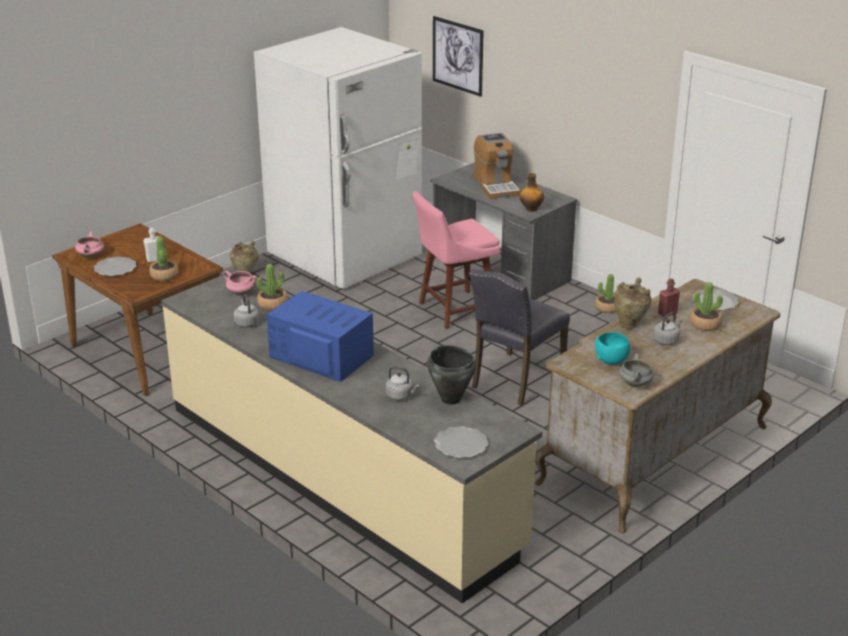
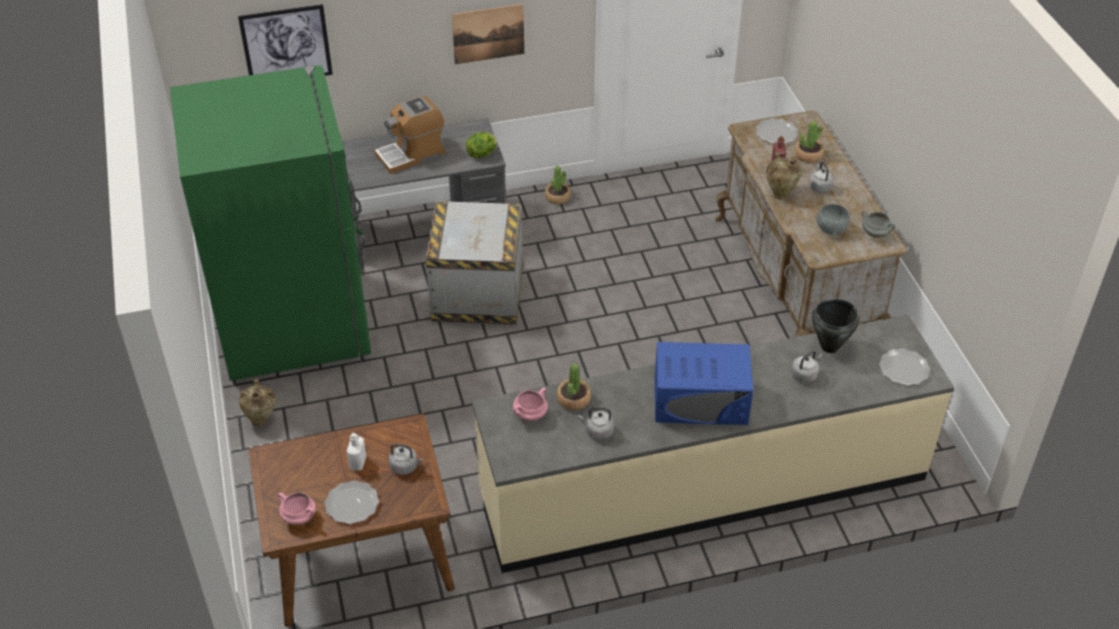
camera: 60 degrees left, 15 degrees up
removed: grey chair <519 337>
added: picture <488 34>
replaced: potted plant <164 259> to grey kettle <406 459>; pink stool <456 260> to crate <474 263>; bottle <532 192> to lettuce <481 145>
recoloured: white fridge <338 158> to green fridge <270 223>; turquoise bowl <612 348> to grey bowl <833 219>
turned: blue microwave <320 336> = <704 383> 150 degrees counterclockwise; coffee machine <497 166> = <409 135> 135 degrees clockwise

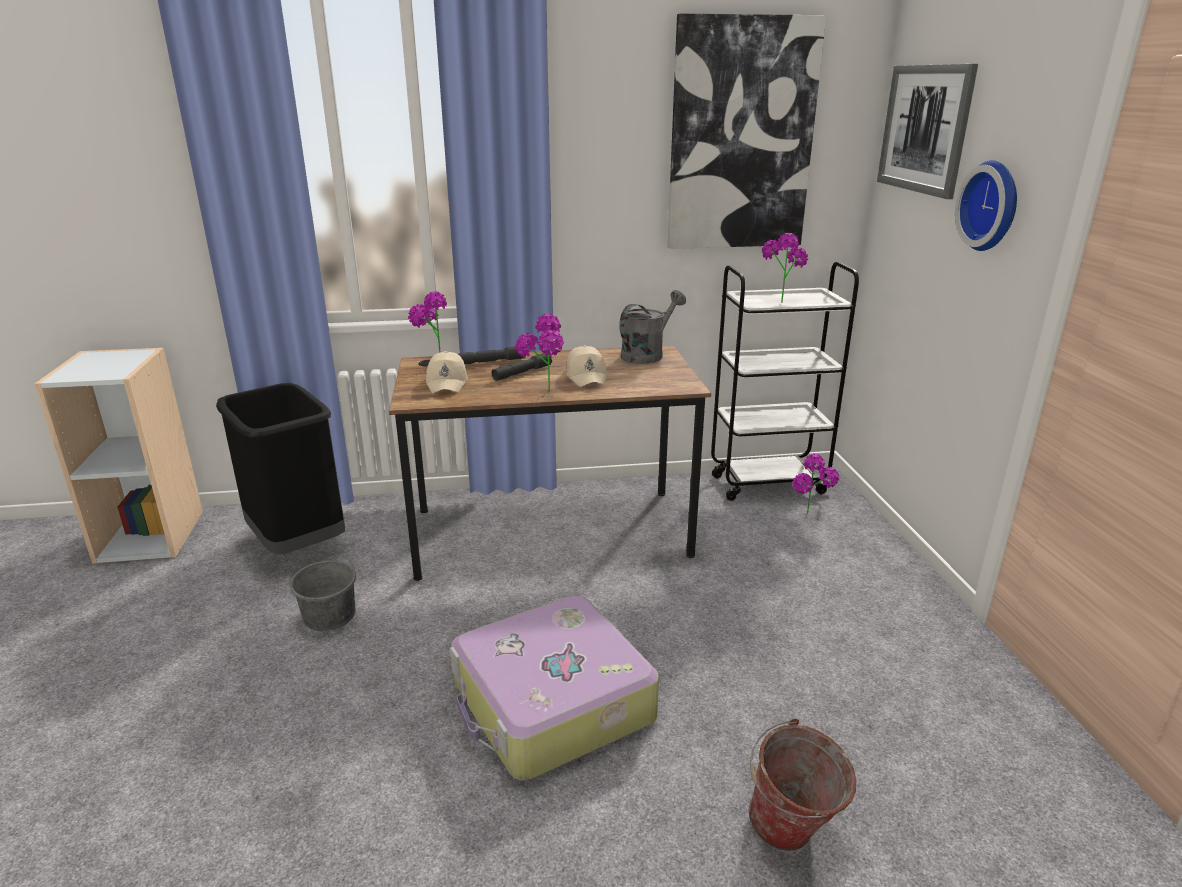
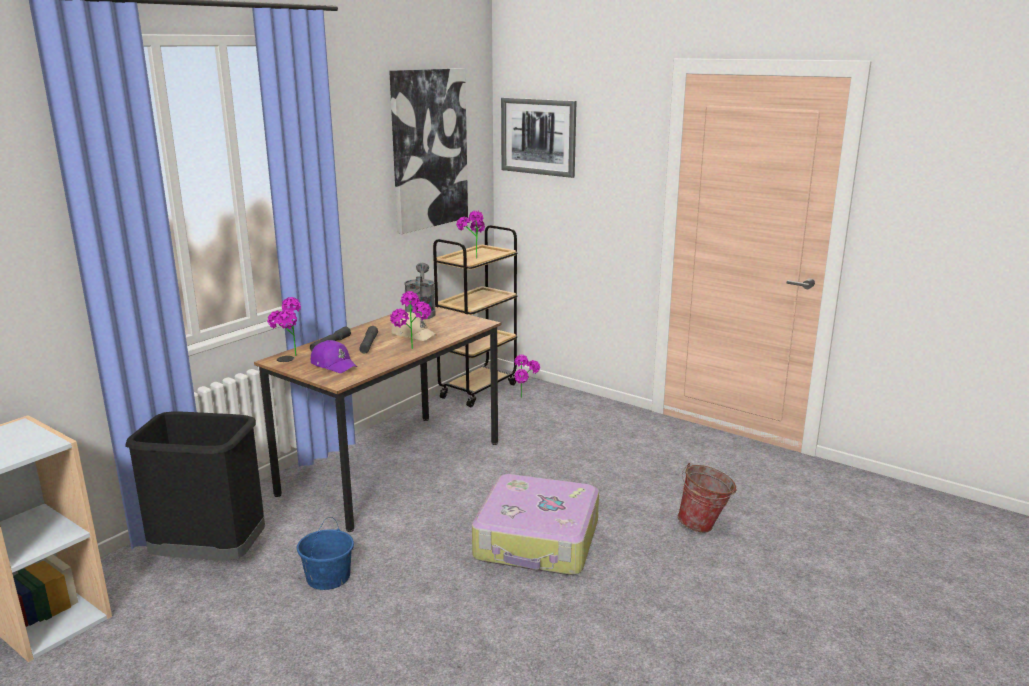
camera: 45 degrees left, 5 degrees down
removed: wall clock <986 205>
recoloured: grey bucket <323 590> to blue bucket <325 553>; beige cap <447 372> to purple cap <334 356>; white cart <785 381> to brown cart <475 316>

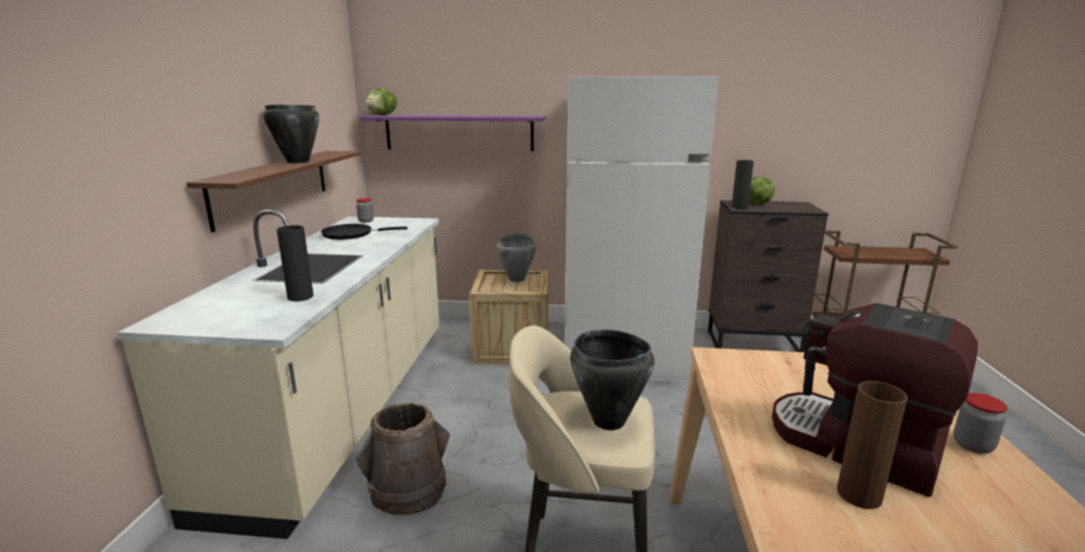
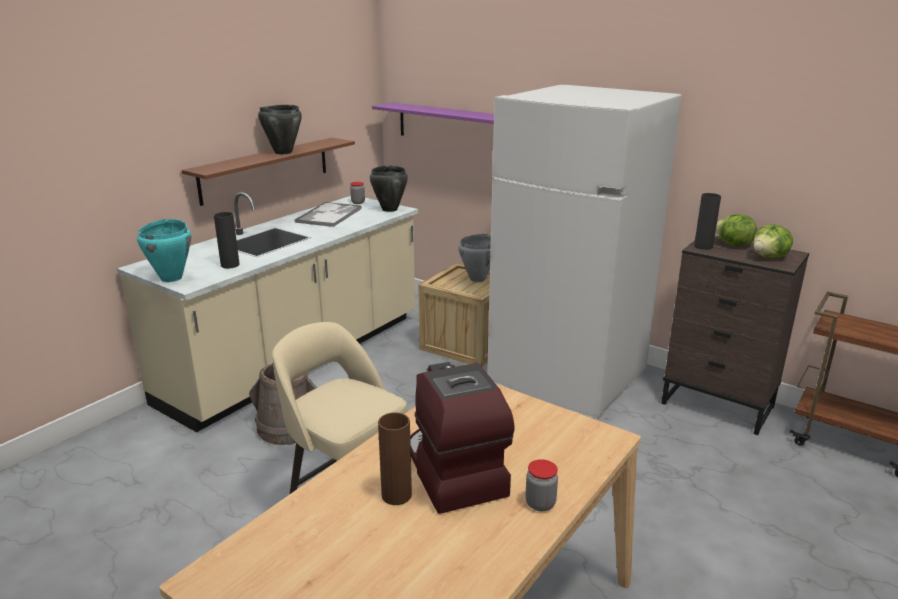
camera: 30 degrees right, 5 degrees up
added: turquoise cooking pot <164 250>
moved: lettuce <381 102> to <773 241>; black cooking pot <612 379> to <389 188>
replaced: black frying pan <364 232> to tray <328 214>

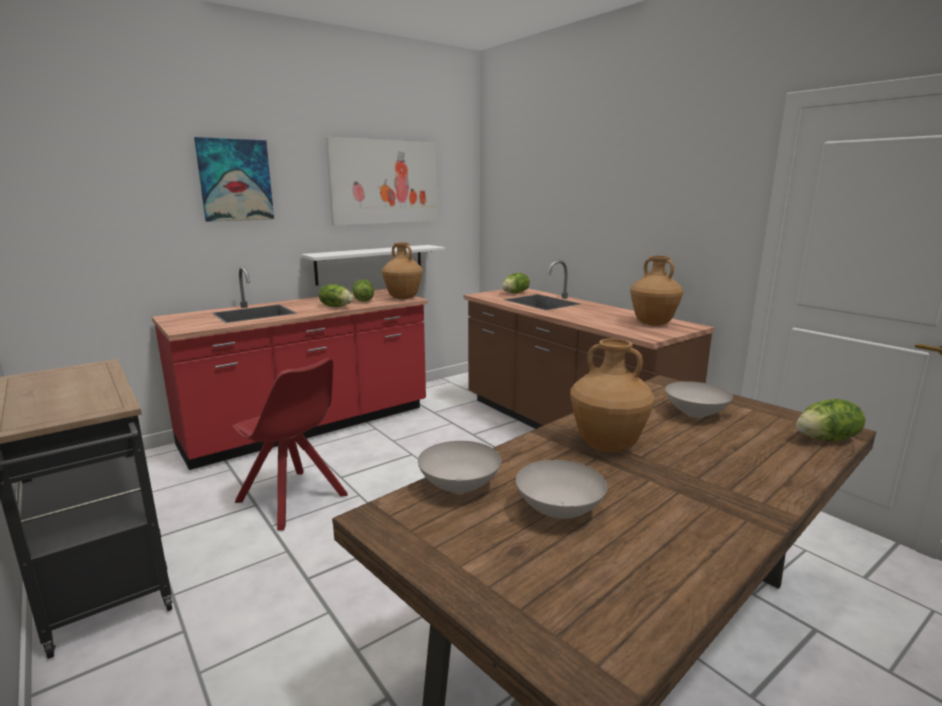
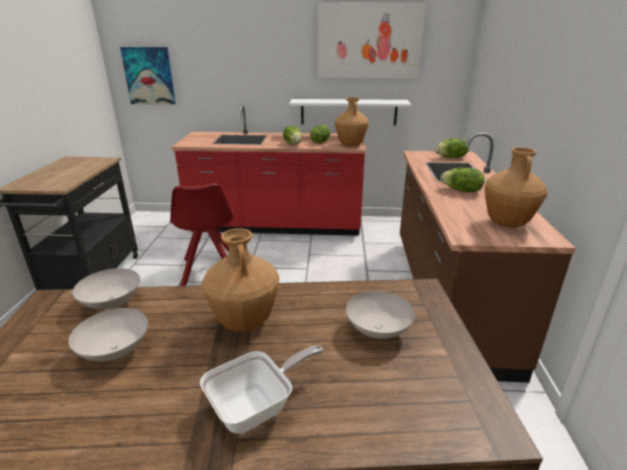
camera: 40 degrees right, 10 degrees up
added: frying pan <261 389>
moved: picture <234 179> to <148 76>; lettuce <831 420> to <462 179>

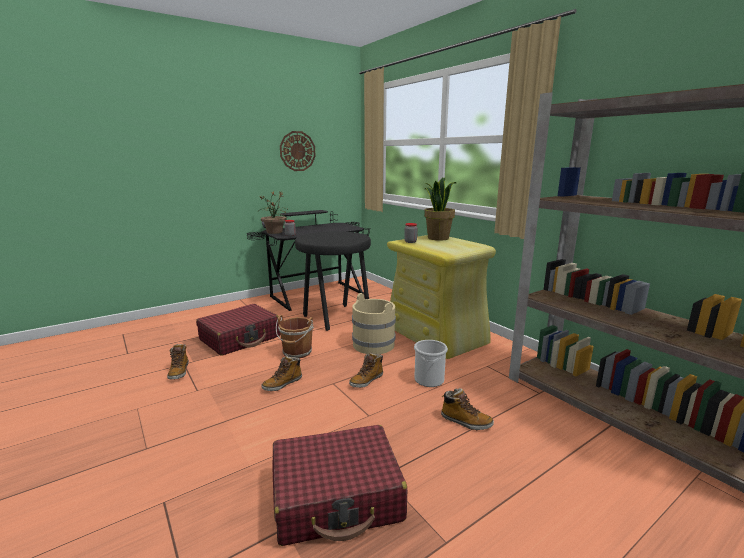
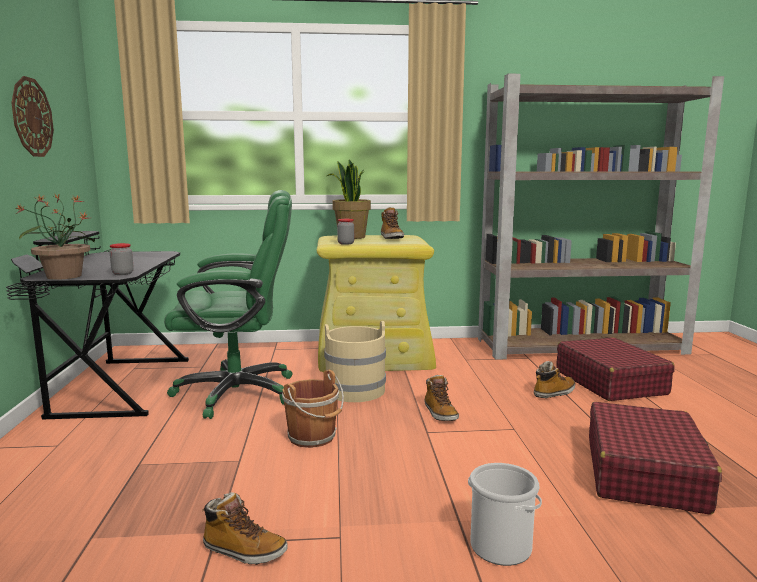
camera: 60 degrees left, 5 degrees down
moved: red suitcase <238 330> to <615 369>; boot <281 373> to <392 223>; bucket <431 363> to <505 514>
replaced: black stool <333 281> to green office chair <228 304>

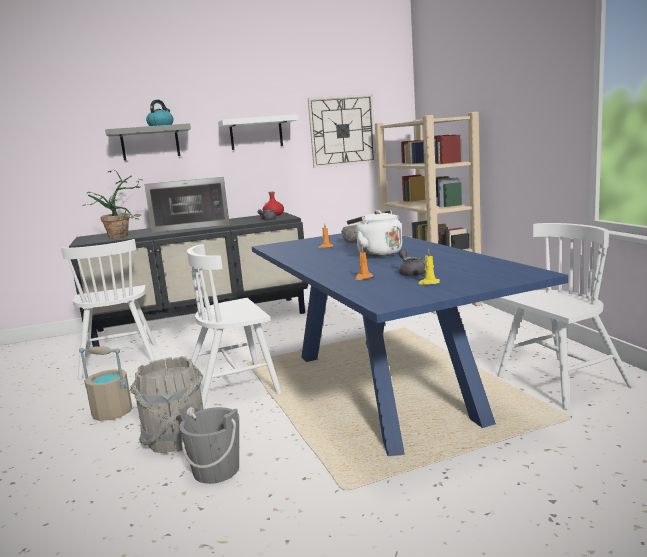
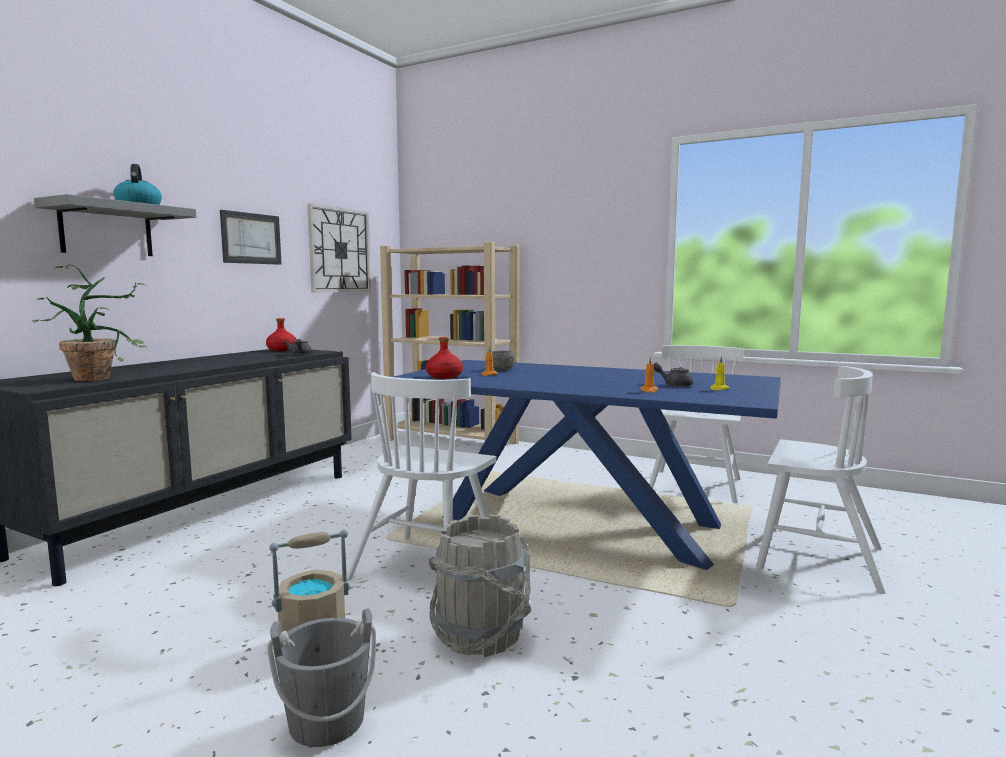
camera: 45 degrees left, 5 degrees down
removed: microwave <187 205>; white kettle <374 233>
added: red bottle <444 358>
moved: white chair <109 309> to <821 480>; grey bucket <209 442> to <321 677>
replaced: white shelf <258 132> to picture <251 237>

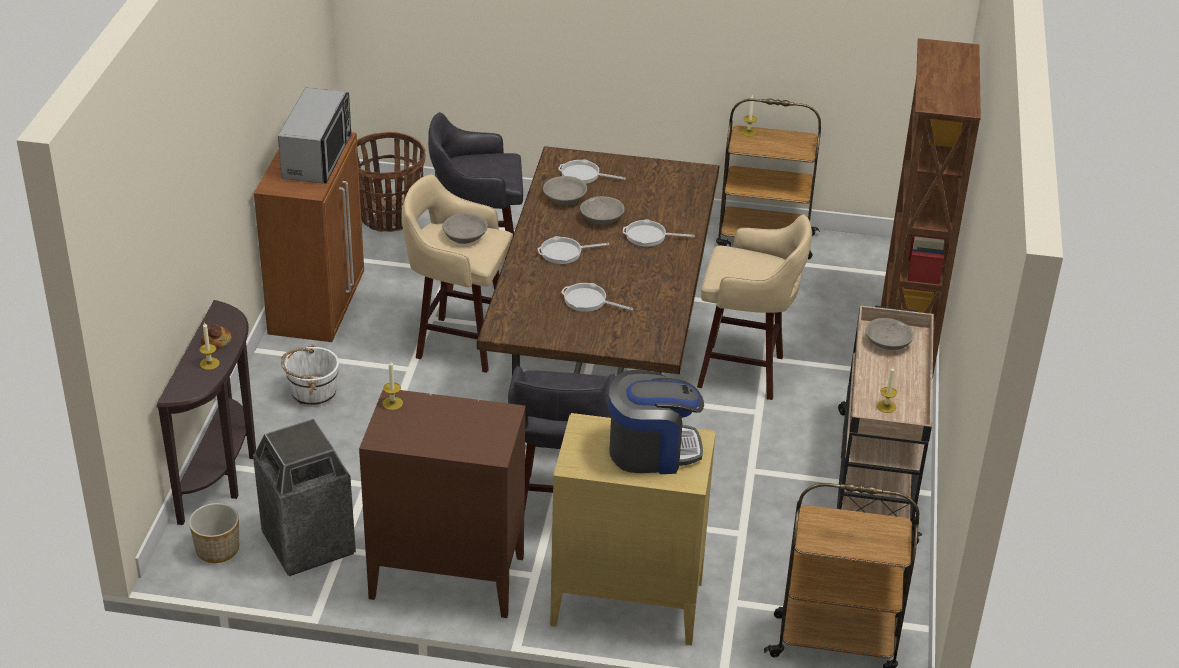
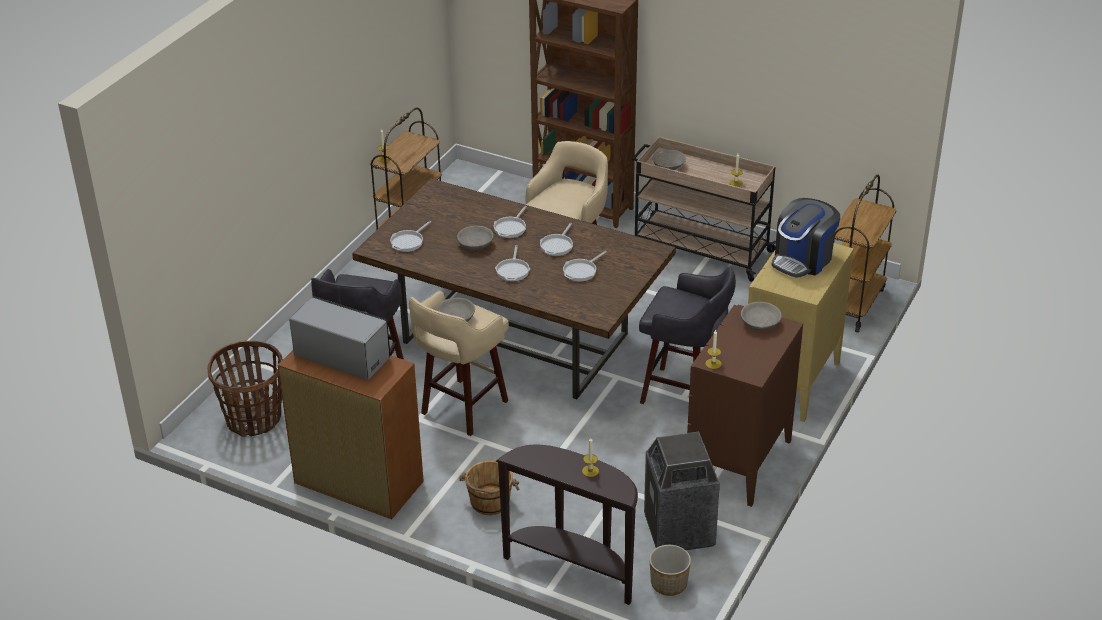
camera: 70 degrees left, 0 degrees up
removed: bread <216 337>
added: frying pan <556 239>
moved: grey bowl <565 190> to <761 316>
recoloured: white bucket <310 375> to brown bucket <489 488>
turned: coffee machine <656 422> = <805 238> 150 degrees counterclockwise

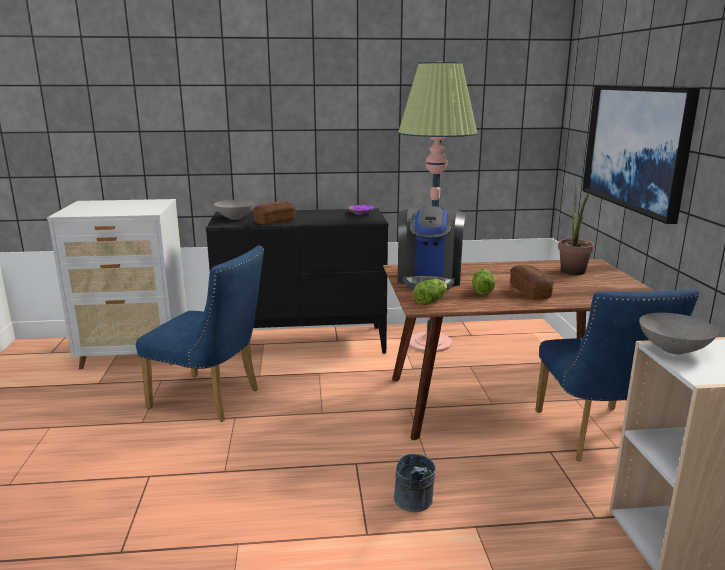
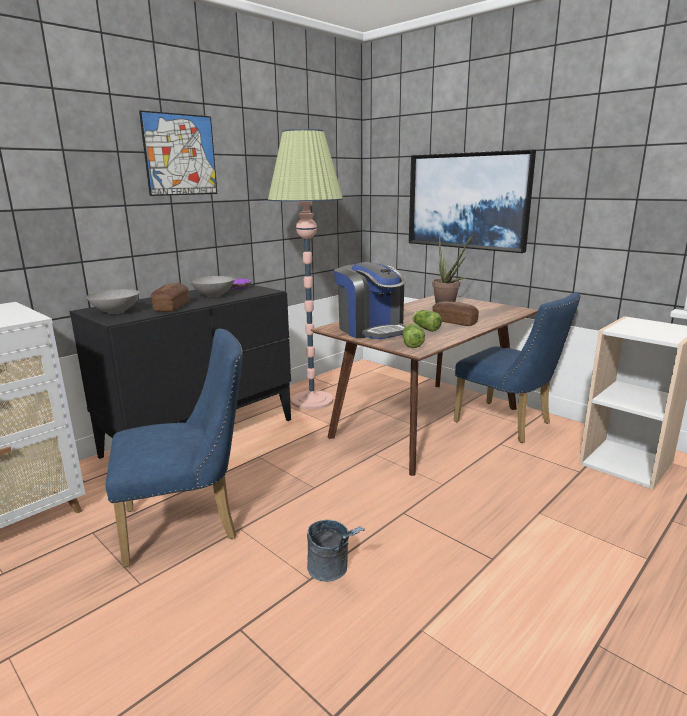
camera: 40 degrees left, 0 degrees up
added: picture <178 153>
moved: grey bucket <415 483> to <336 551>; grey bowl <678 333> to <212 286>

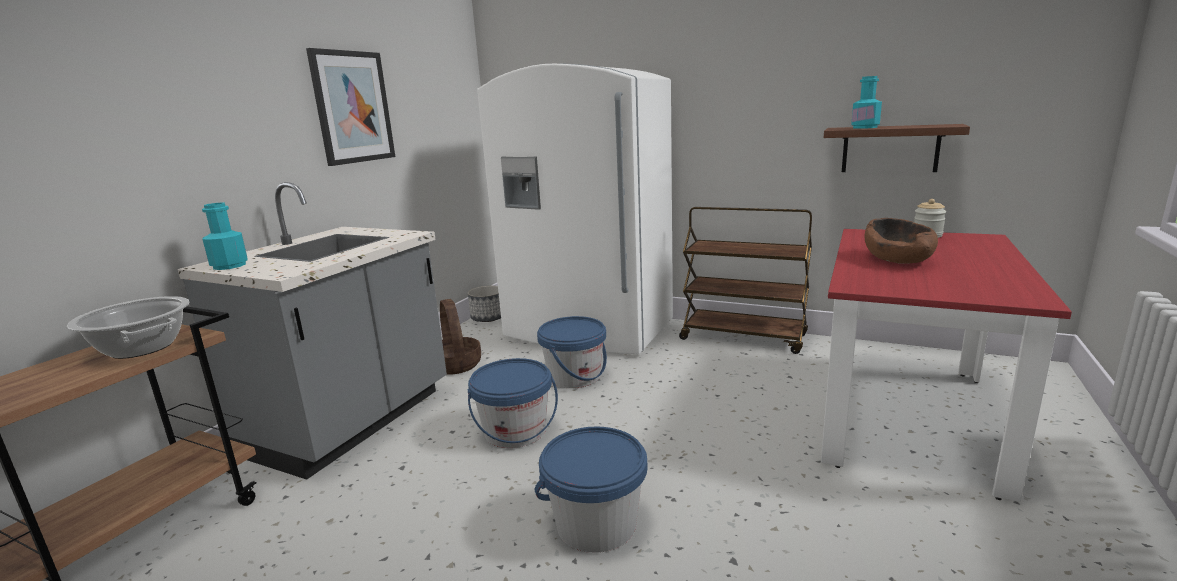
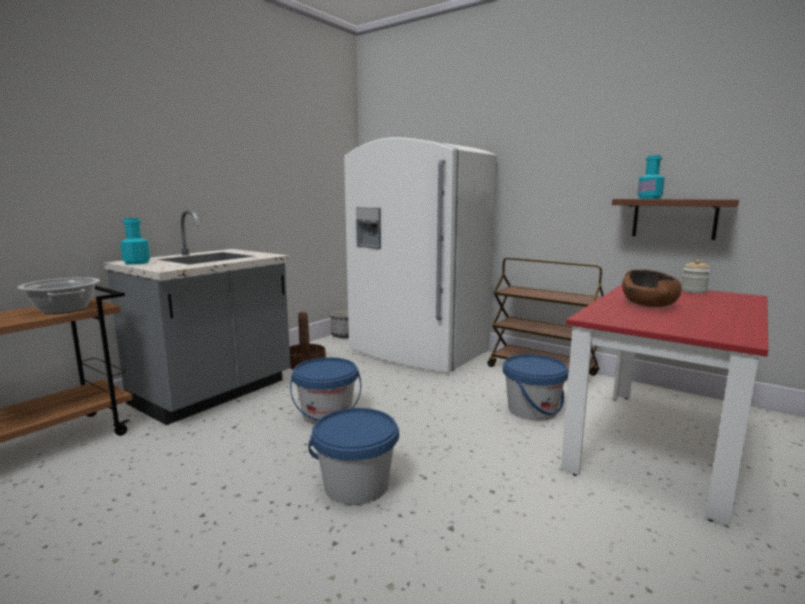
camera: 10 degrees right, 5 degrees down
removed: picture <350 107>
moved: blue bucket <572 352> to <535 387>

